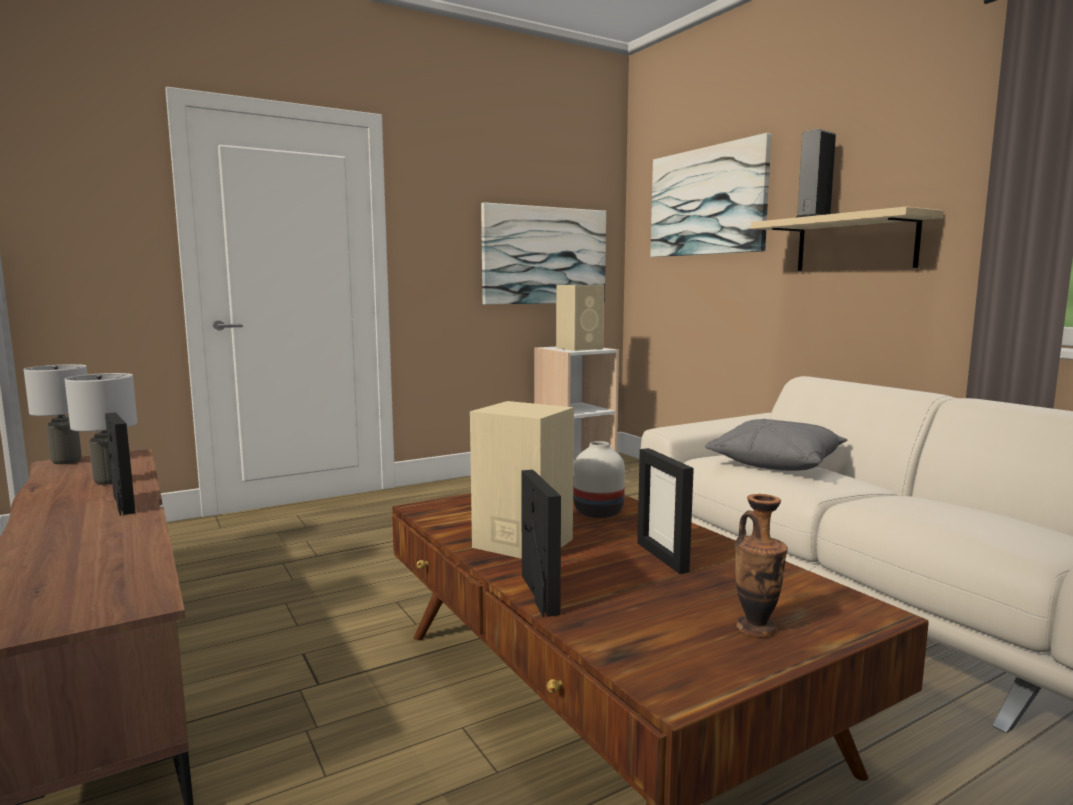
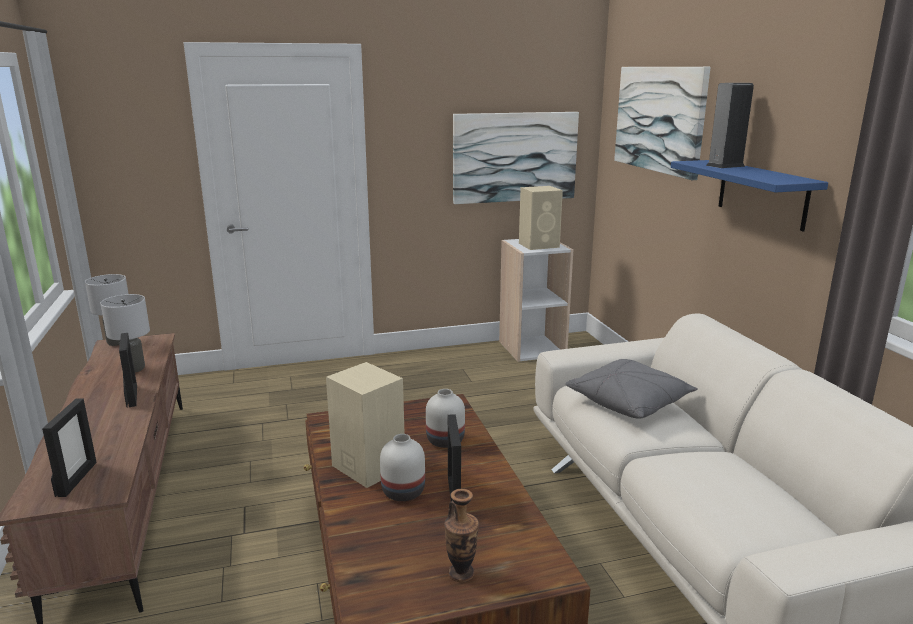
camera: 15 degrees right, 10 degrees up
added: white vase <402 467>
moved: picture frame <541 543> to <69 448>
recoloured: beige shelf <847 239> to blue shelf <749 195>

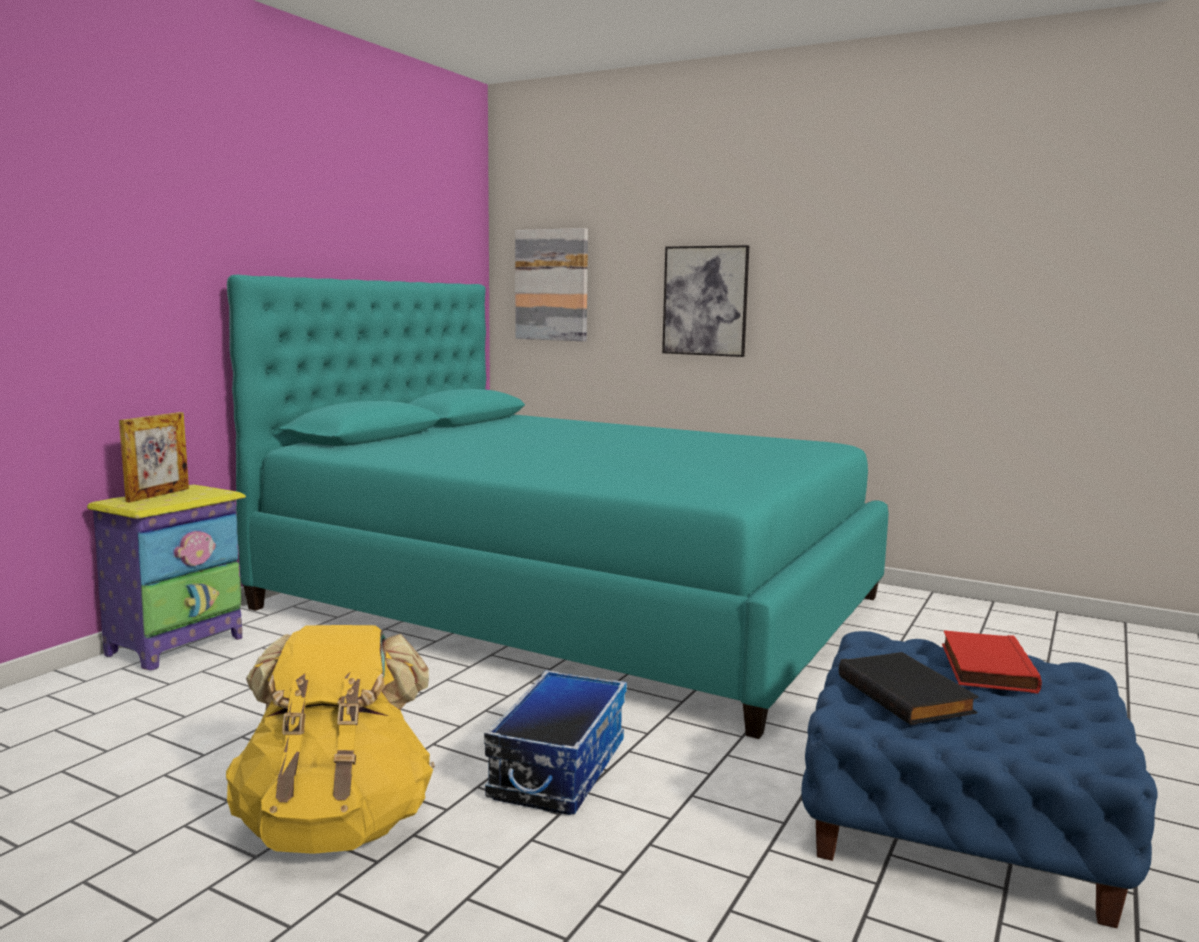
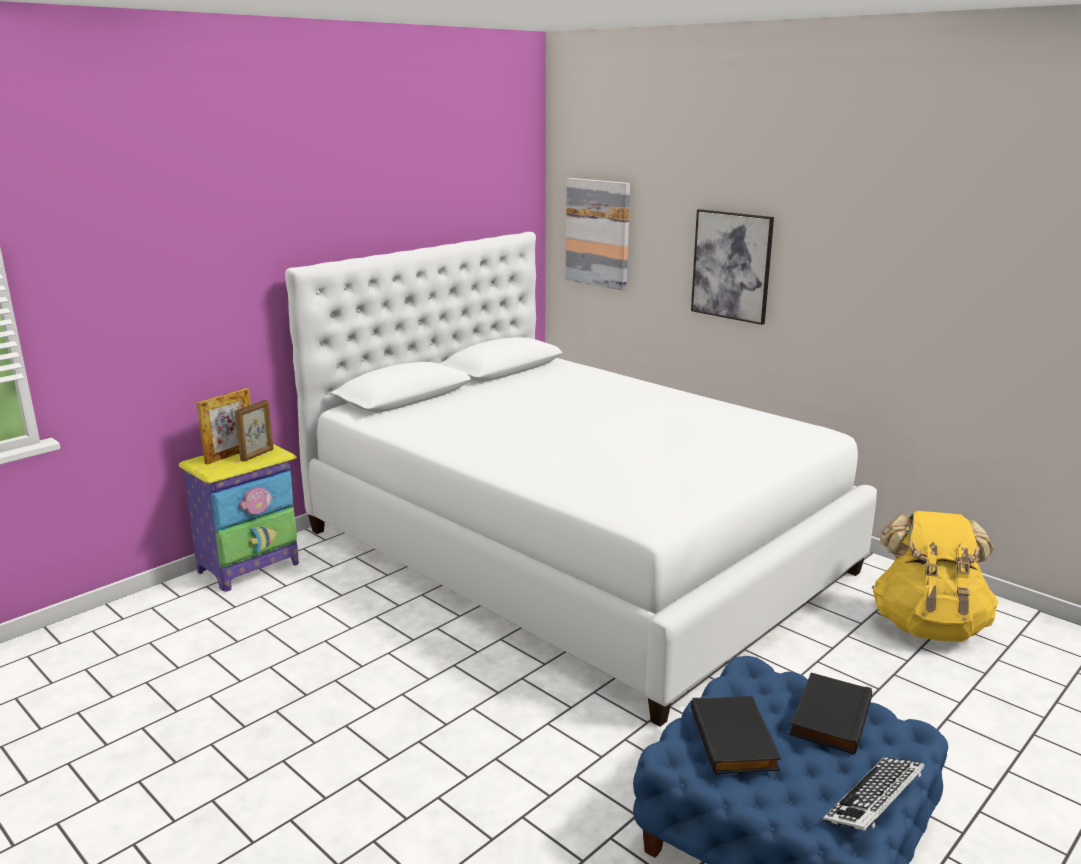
camera: 15 degrees right, 10 degrees up
removed: storage box <555 742>
added: picture frame <254 431>; keyboard <874 794>
moved: yellow backpack <330 739> to <935 576>
recoloured: turquoise bed <557 507> to white bed <581 479>; red book <992 661> to black book <830 714>

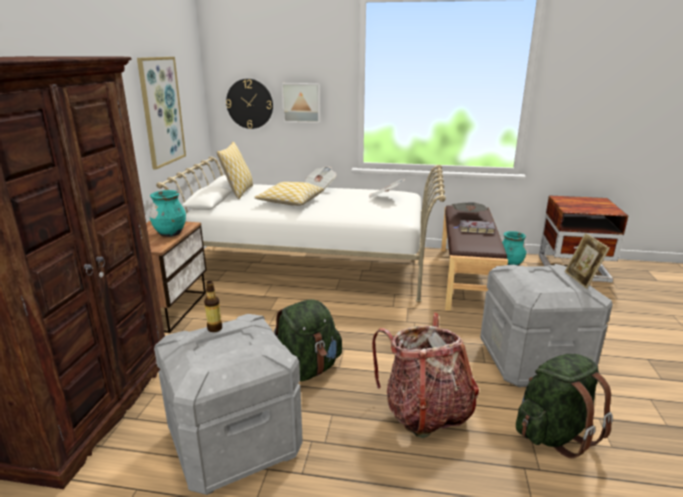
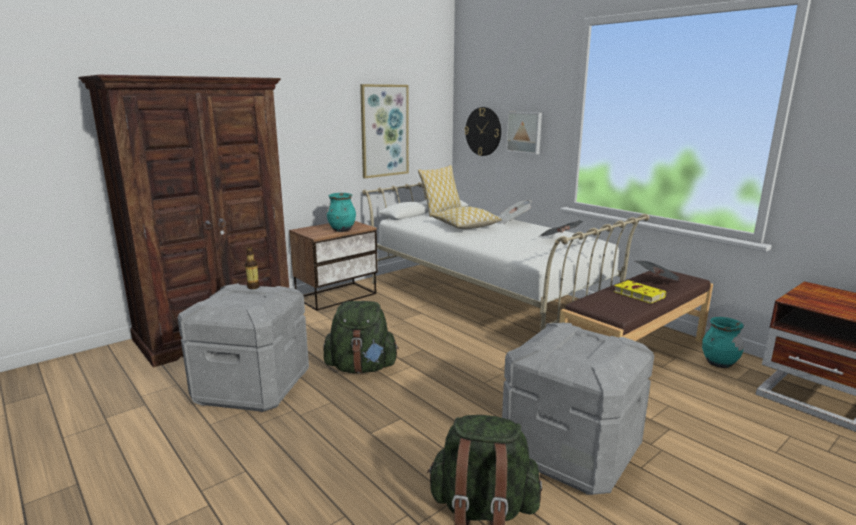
camera: 40 degrees right, 5 degrees down
removed: backpack <425 375>; picture frame <587 261>
recoloured: grey book <474 227> to yellow book <639 291>

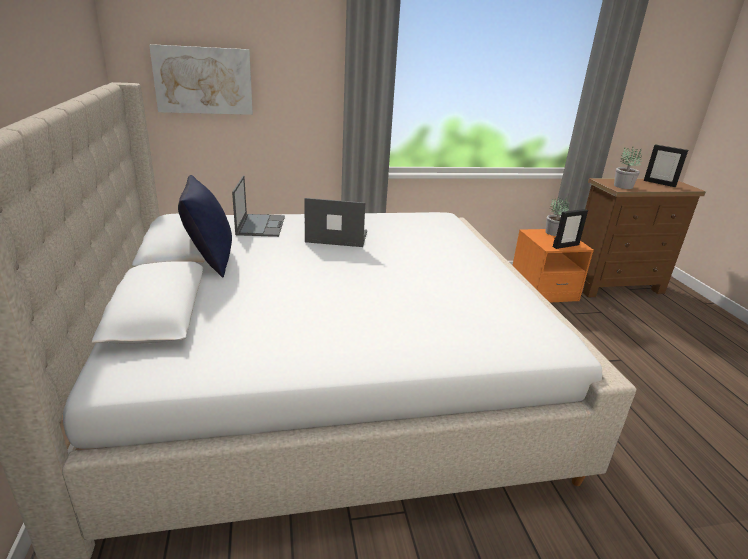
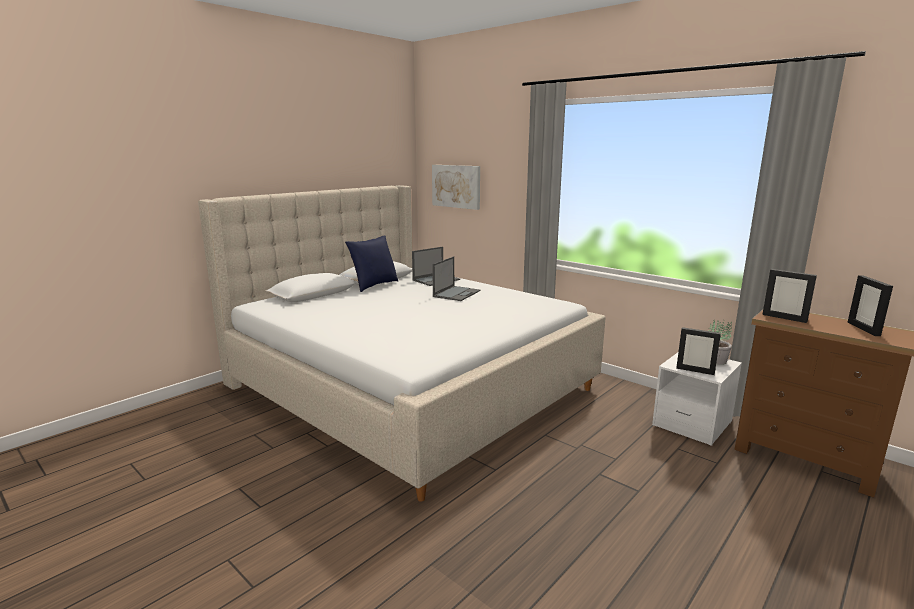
camera: 55 degrees right, 10 degrees down
replaced: potted plant <628 168> to picture frame <789 296>
recoloured: orange nightstand <553 266> to white nightstand <697 399>
turned: laptop <335 222> = <456 278> 60 degrees clockwise

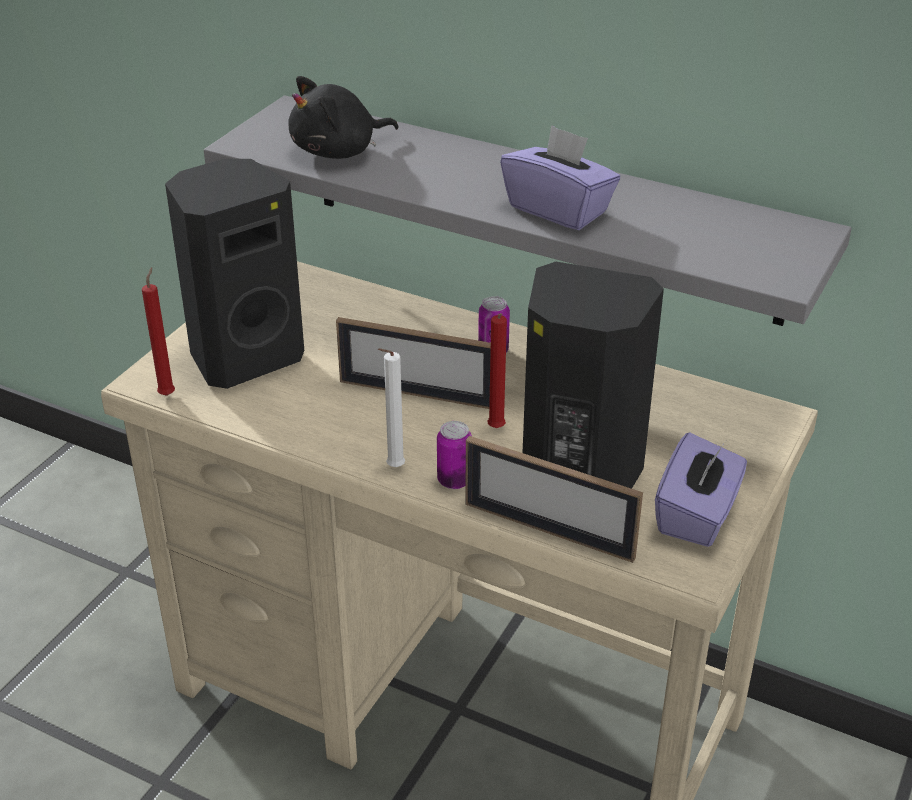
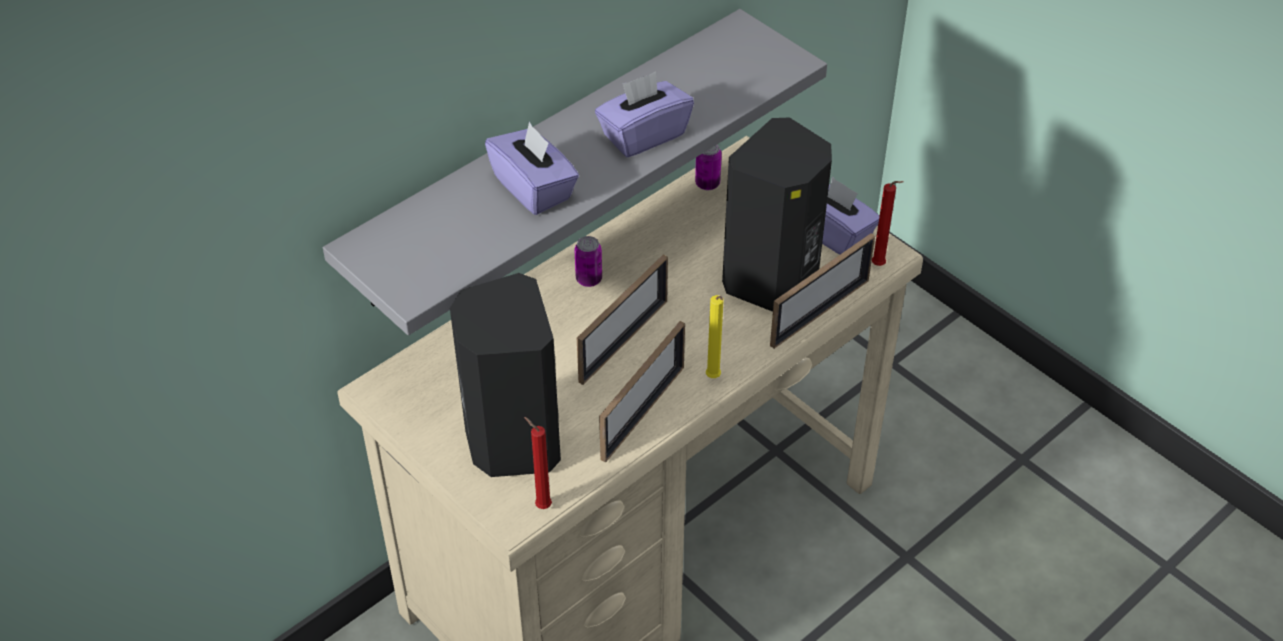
camera: 70 degrees left, 10 degrees up
removed: black plush toy <343 117>
added: purple tissue box <532 168>; picture frame <642 392>
moved: can <454 455> to <708 167>; red candle <497 370> to <888 223>
recoloured: white candle <391 407> to yellow candle <714 336>

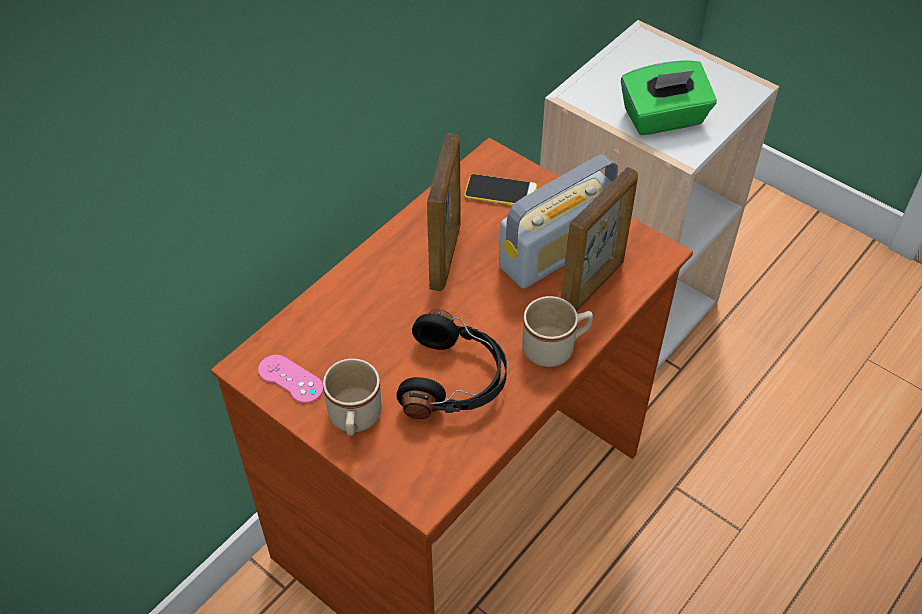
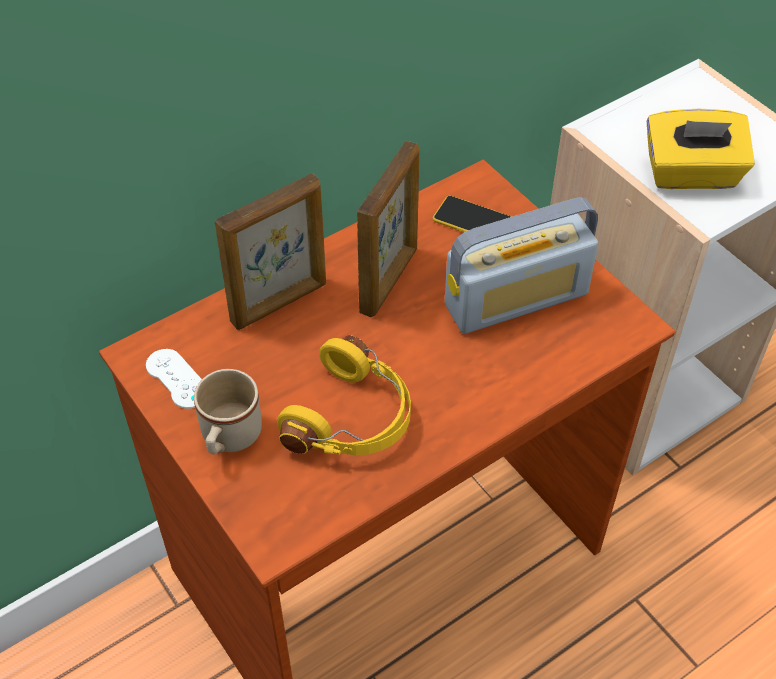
camera: 15 degrees right, 0 degrees up
removed: beige mug <557 331>
moved: picture frame <599 239> to <270 251>
recoloured: pink game controller <290 379> to white game controller <174 379>; black headphones <451 364> to yellow headphones <344 395>; green tissue box <669 97> to yellow tissue box <701 149>

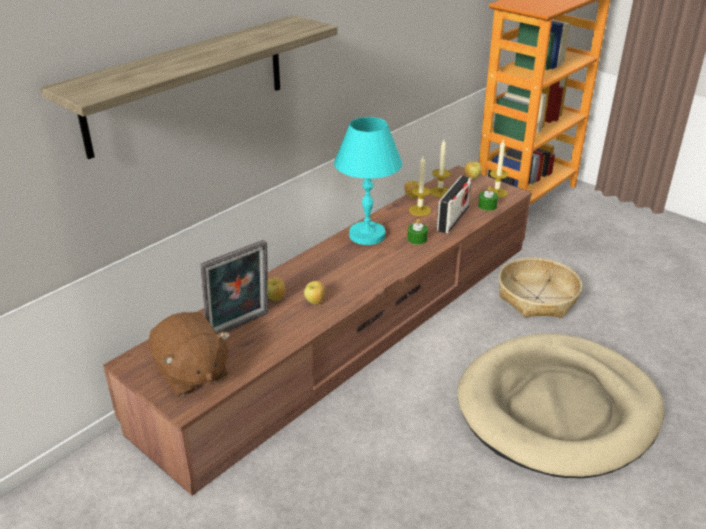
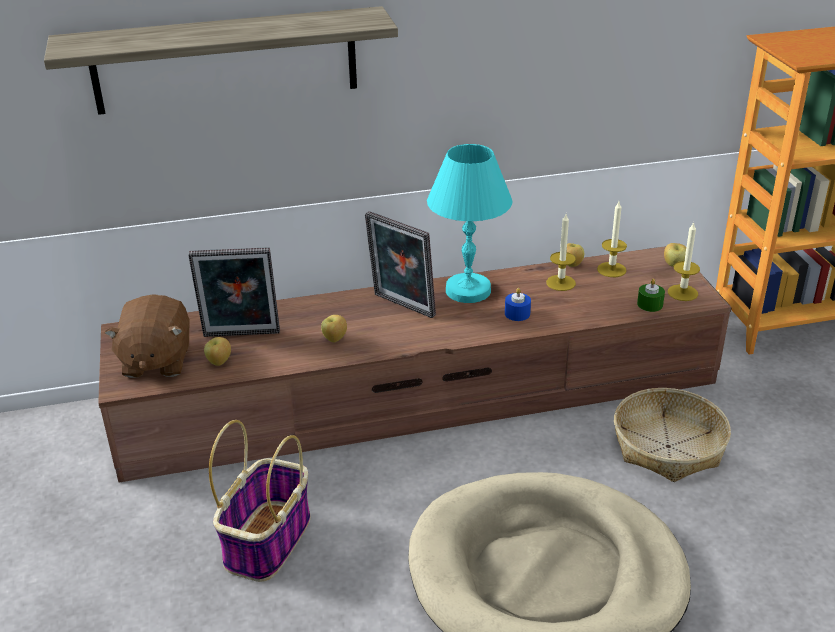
camera: 35 degrees right, 0 degrees up
removed: radio <454 205>
added: basket <260 501>; picture frame <400 264>
moved: apple <276 289> to <217 351>
recoloured: green candle <417 232> to blue candle <518 304>

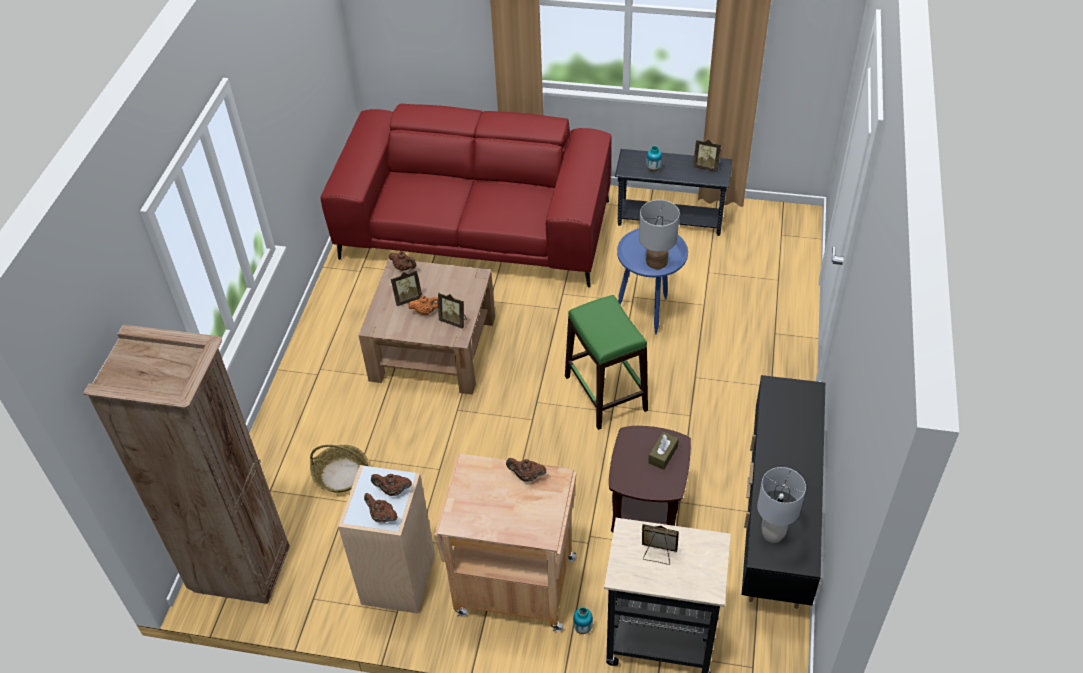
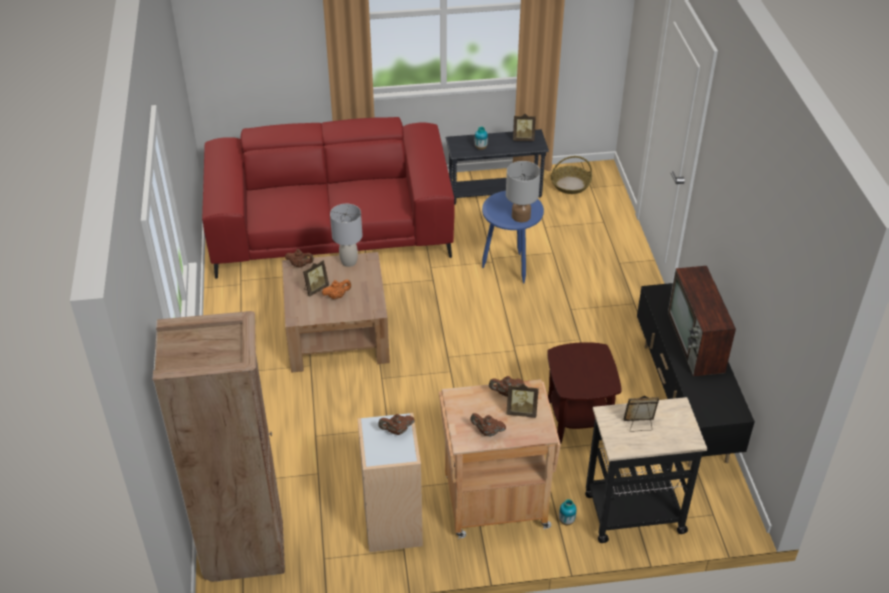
camera: 20 degrees left, 5 degrees down
removed: green stool <606 362>; brown tissue box <663 451>
added: television <702 321>
moved: basket <339 469> to <571 175>; brown teapot <381 508> to <488 425>; picture frame <452 311> to <522 401>; grey table lamp <781 505> to <346 235>

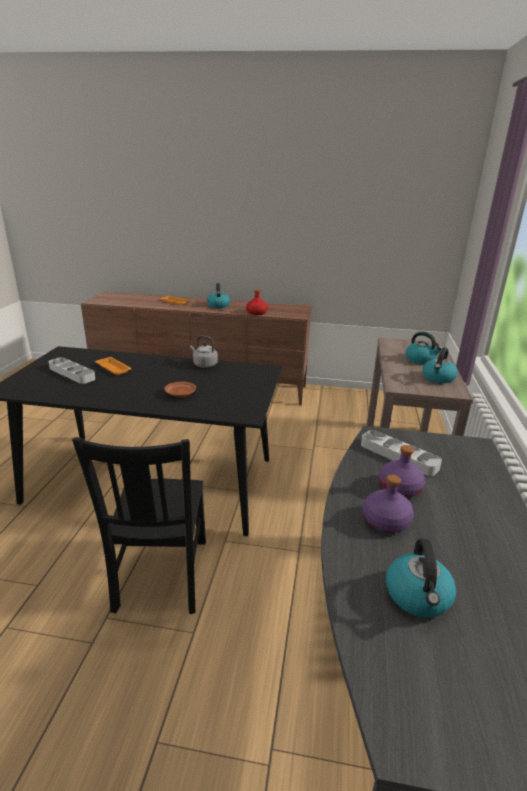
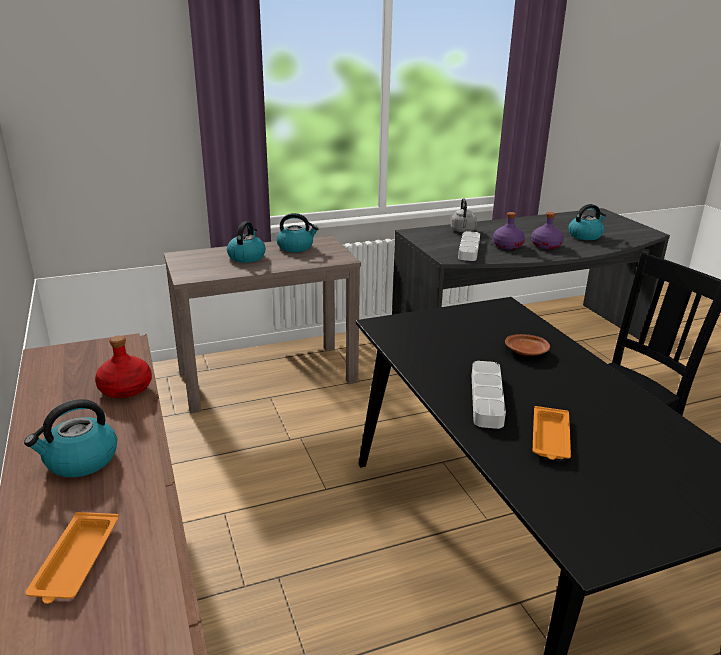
camera: 120 degrees left, 0 degrees up
moved: grey tray <71 370> to <489 395>; grey kettle <204 352> to <464 215>

